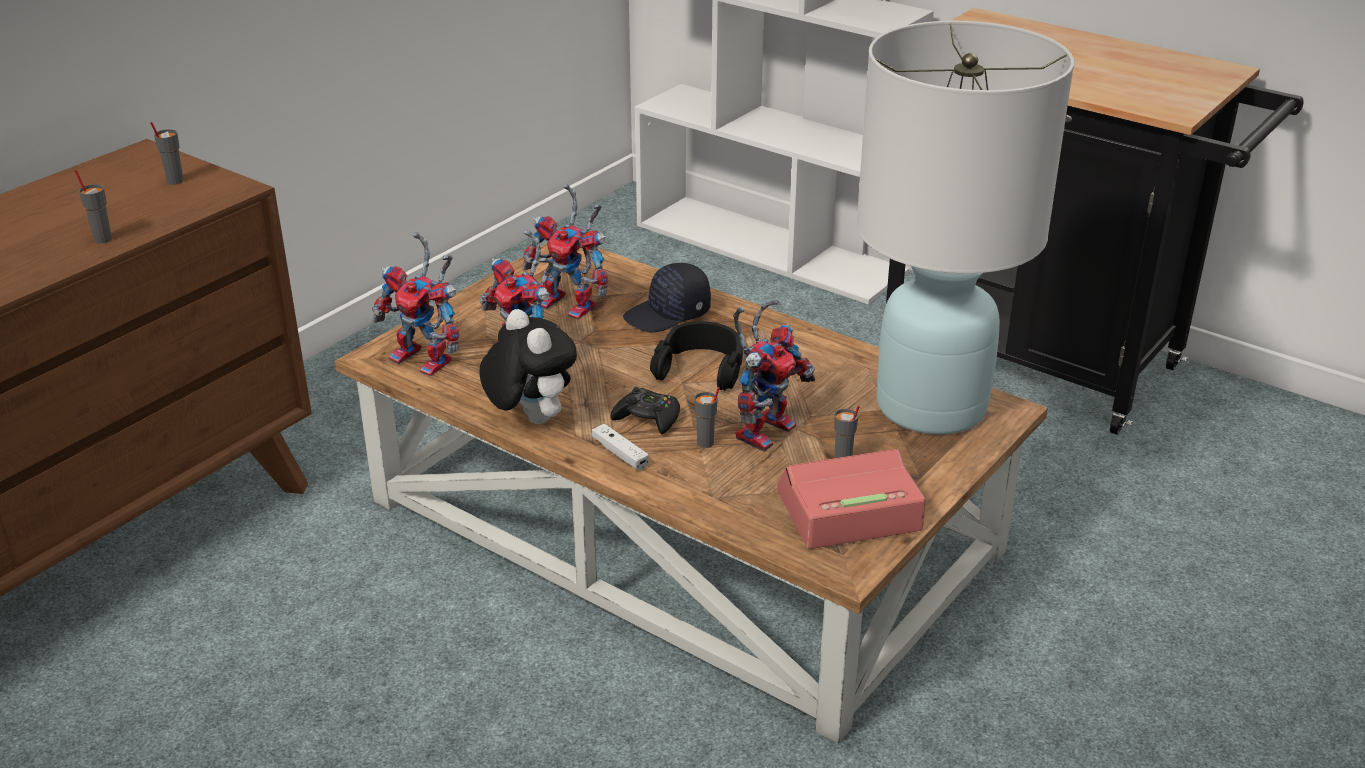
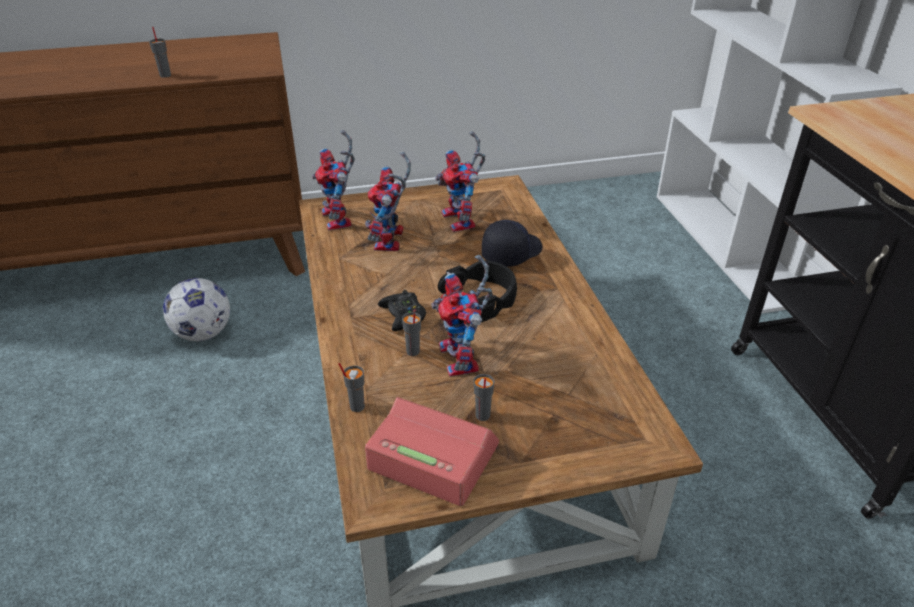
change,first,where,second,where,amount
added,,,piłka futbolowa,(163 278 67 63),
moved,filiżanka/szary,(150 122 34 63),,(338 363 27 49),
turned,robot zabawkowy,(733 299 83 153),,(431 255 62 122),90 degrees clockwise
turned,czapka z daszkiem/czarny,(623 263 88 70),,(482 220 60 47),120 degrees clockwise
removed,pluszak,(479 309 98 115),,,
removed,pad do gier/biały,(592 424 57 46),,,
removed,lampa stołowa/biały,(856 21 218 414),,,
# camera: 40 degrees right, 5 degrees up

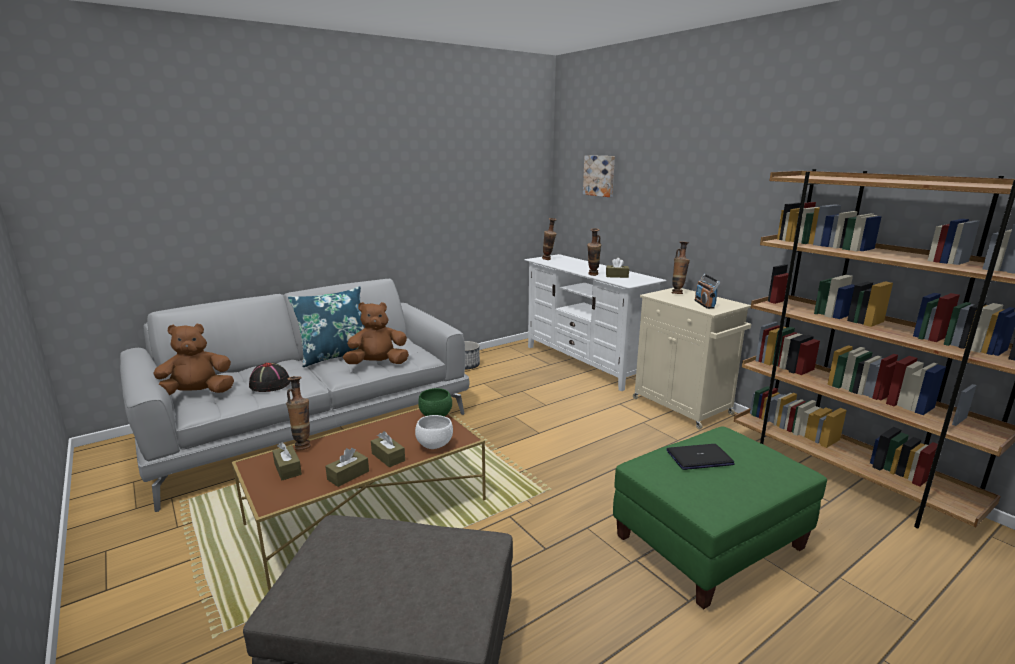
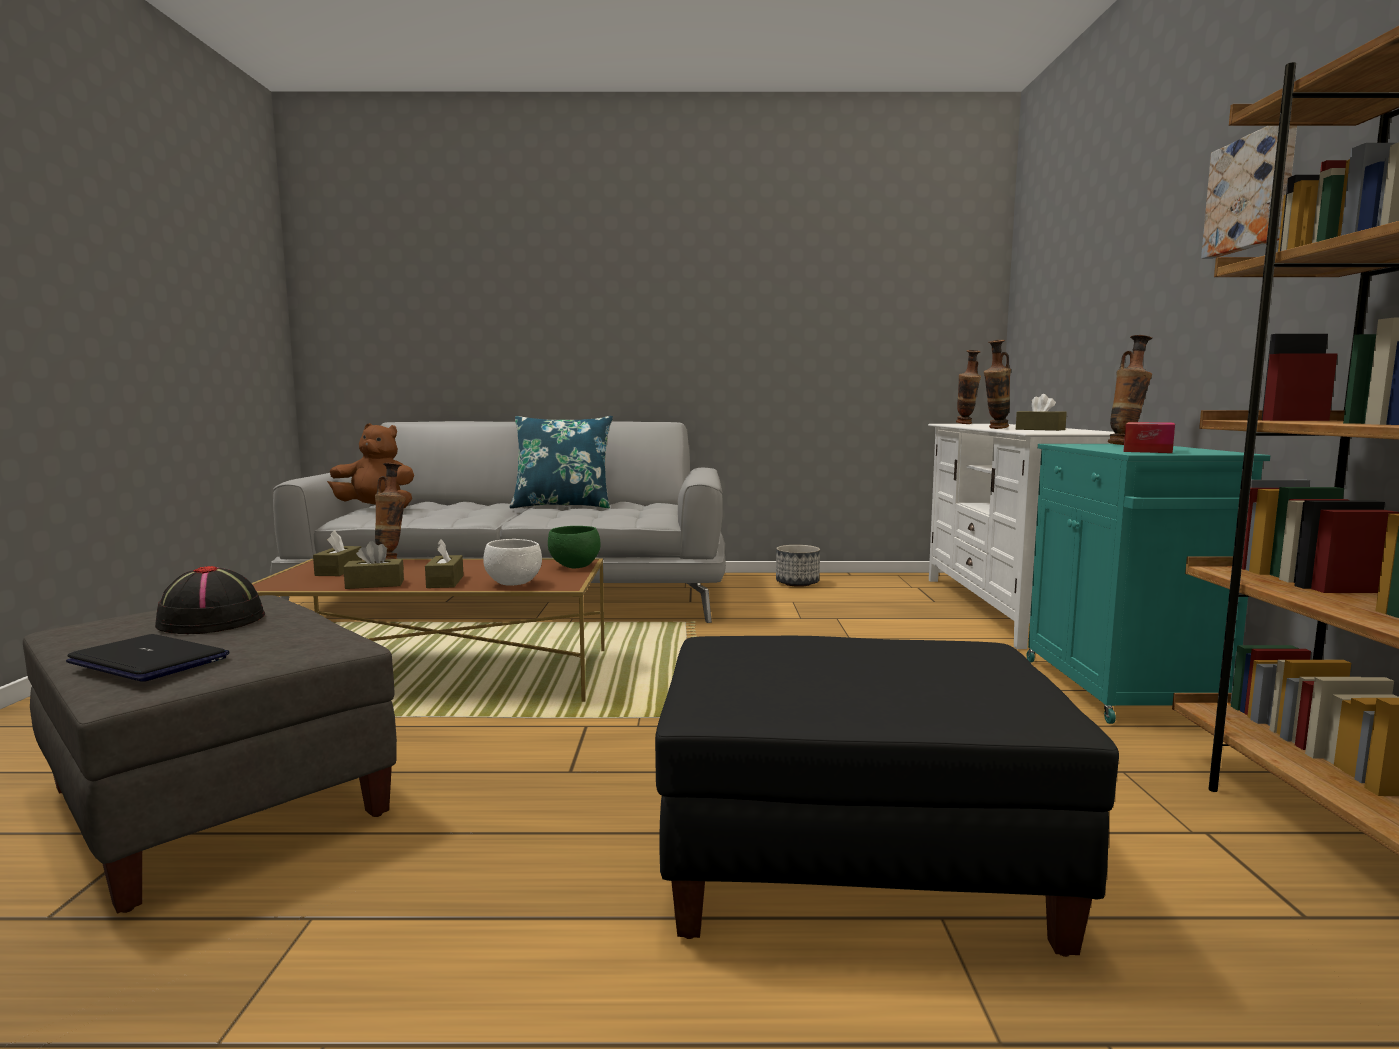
change,first,where,second,where,amount
moved,laptop,(667 444 68 26),,(66 634 163 48),
moved,kapelusz/czarny,(249 363 42 29),,(155 566 110 68),
recoloured,pufa/zielony,(613 426 214 183),pufa/czarny,(655 636 464 321),
recoloured,szafka/beżowy,(633 288 118 141),szafka/turkusowy,(1027 444 244 280),
replaced,radio,(694 274 27 35),pudełko chusteczek,(1123 422 52 31),
moved,obraz,(583 155 32 42),,(1201 126 96 133),
removed,pluszak/brązowy,(343 302 66 62),,,
# camera: 35 degrees right, 10 degrees down

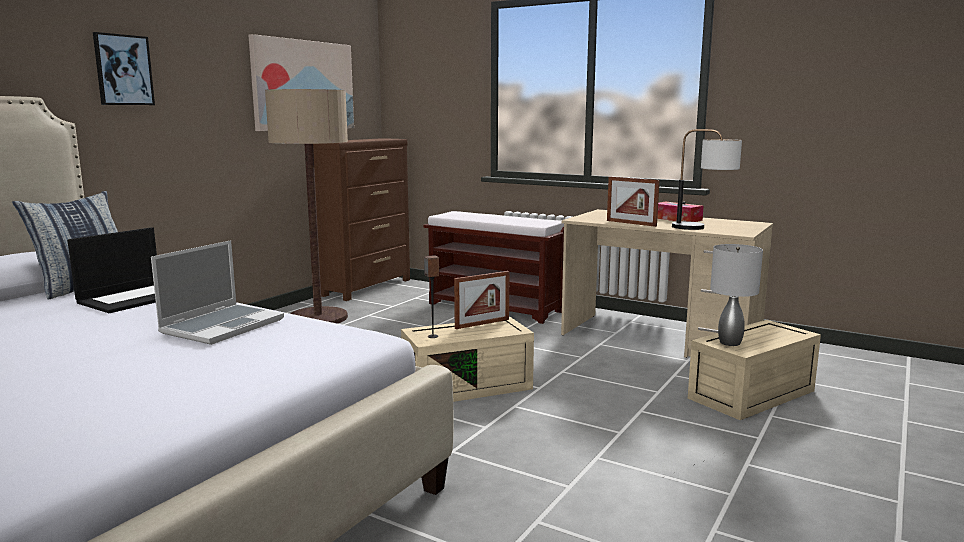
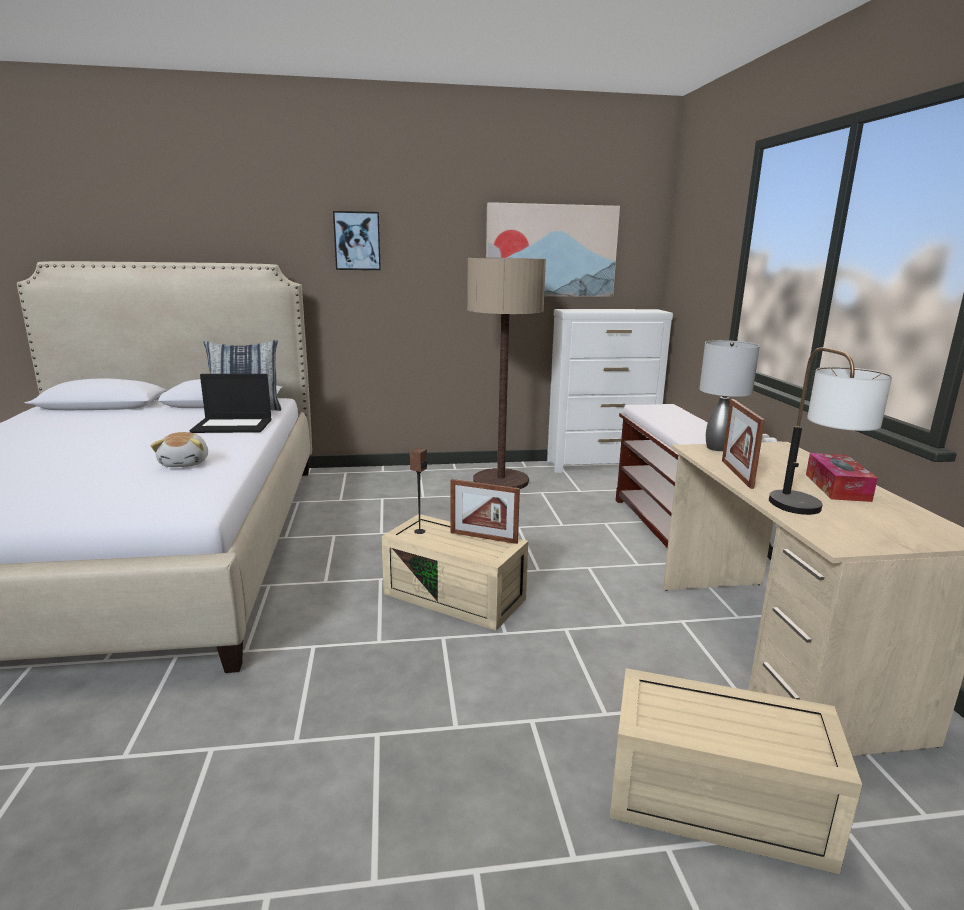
change,first,where,second,where,amount
replaced,laptop,(151 240 133 105),pluszak,(150 432 58 35),
recoloured,komoda/brązowy,(313 138 97 163),komoda/biały,(547 309 126 164),
moved,lampa stołowa/szary,(710 244 53 102),,(699 340 61 111),
# camera: 50 degrees right, 5 degrees up

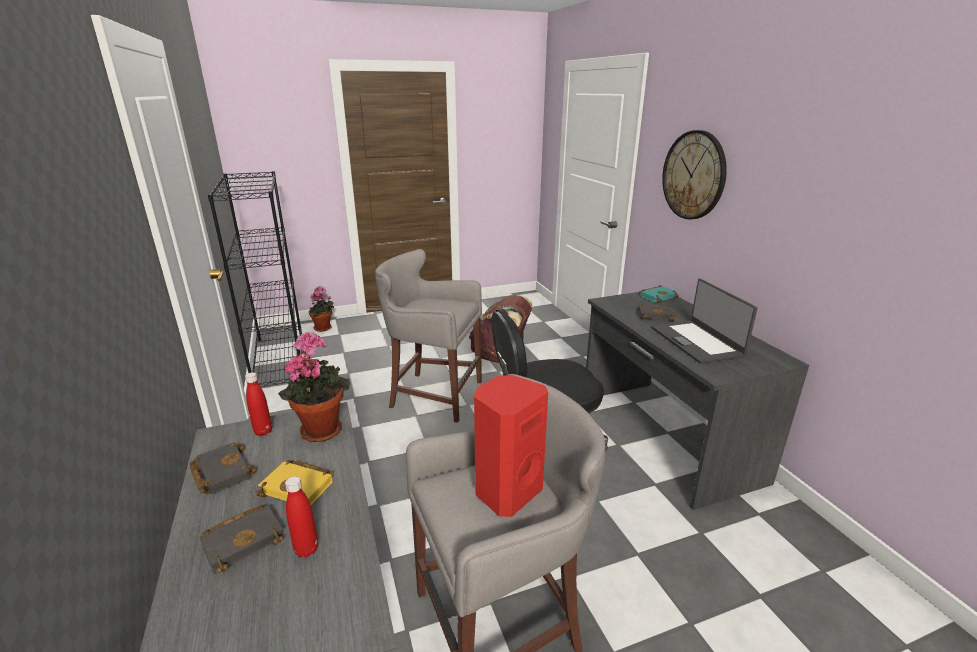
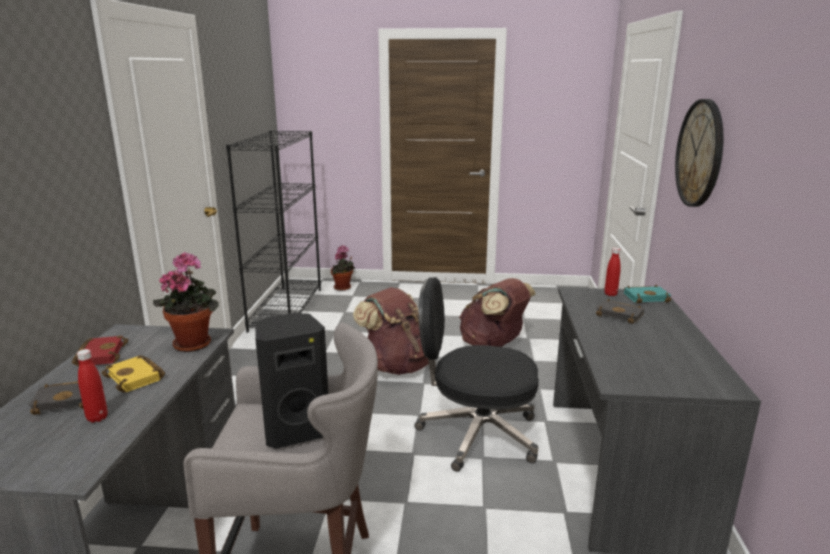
change,first,where,second,where,amount
recoloured,książka/czarny,(190 442 67 52),książka/czerwony,(72 335 56 31),
recoloured,głośnik/czerwony,(474 375 74 142),głośnik/czarny,(255 313 73 136),
replaced,stołek/szary,(375 249 107 174),plecak/brązowy,(353 287 76 88),
moved,butelka/czerwony,(245 372 27 64),,(604 248 17 48),
removed,laptop,(652 279 106 85),,,
# camera: 25 degrees right, 5 degrees down

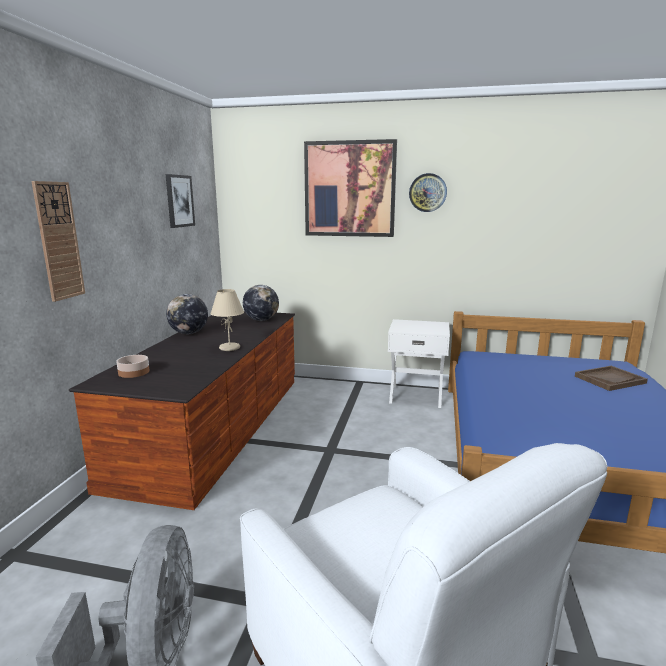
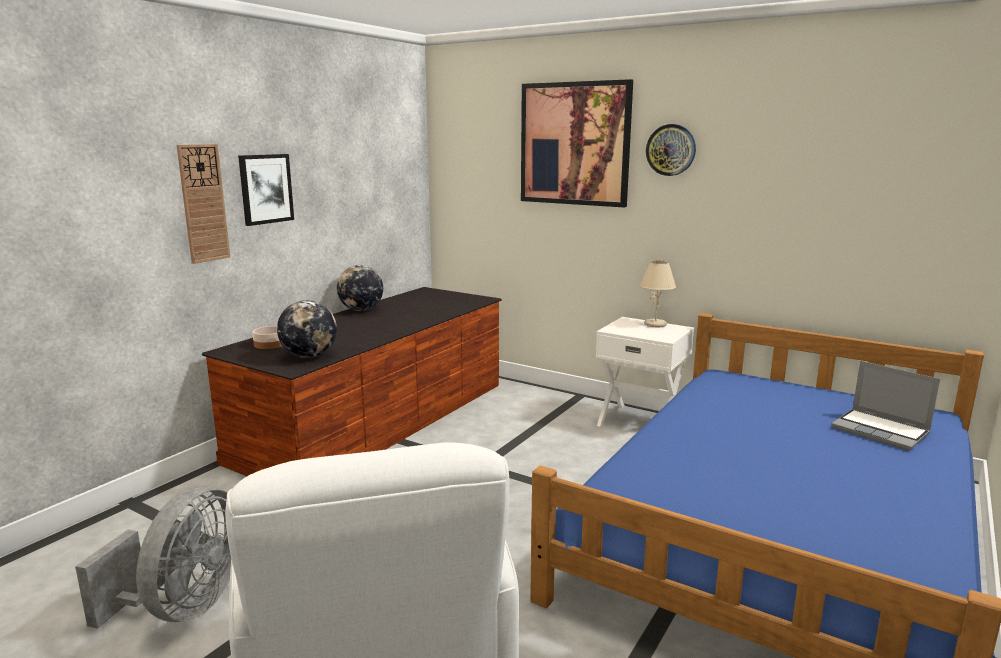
change,first,where,second,where,amount
moved,obraz,(166 174 29 54),,(238 154 56 72),
moved,globus,(243 285 36 36),,(277 300 60 58),
moved,lampa stołowa/beżowy,(210 289 34 62),,(640 260 36 67),
replaced,taca/brązowy,(575 366 73 25),laptop,(831 361 109 90),
# camera: 20 degrees right, 0 degrees up

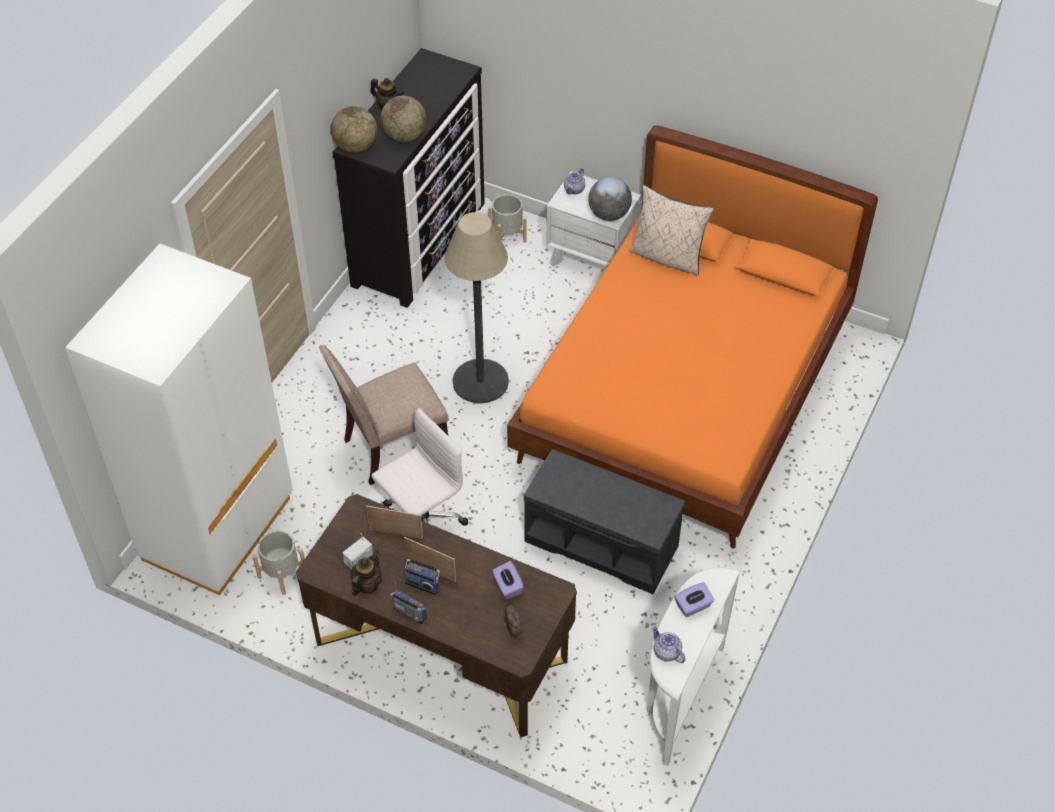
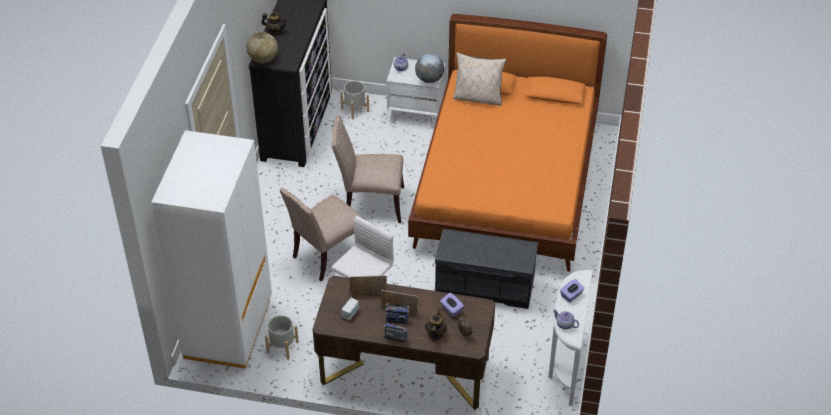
change,first,where,second,where,amount
replaced,lampa stojąca,(444 212 65 191),krzesło/beżowy,(332 115 72 108),
moved,imbryk,(351 550 31 46),,(425 309 22 32),
removed,globus,(380 96 46 46),,,
# camera: 15 degrees left, 5 degrees down

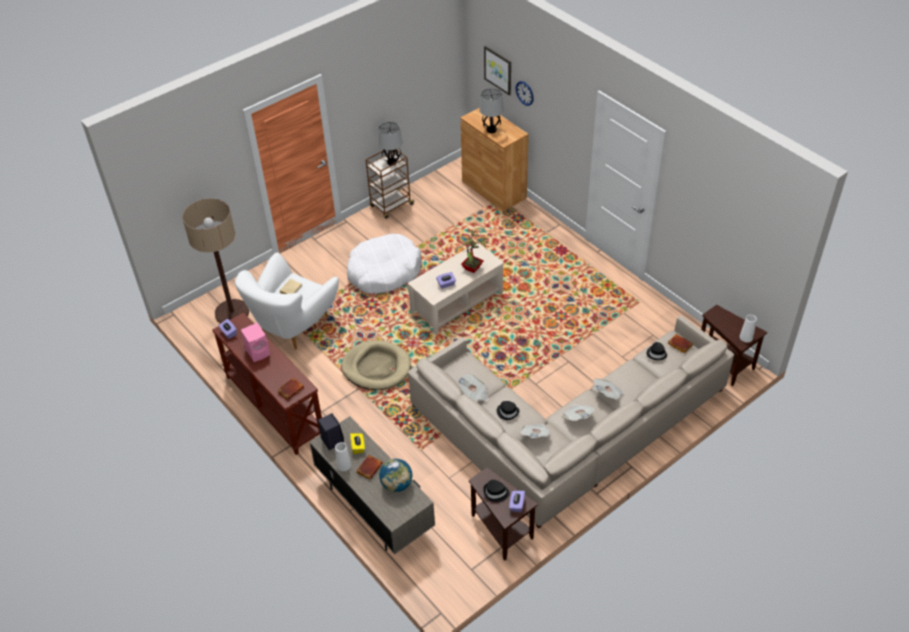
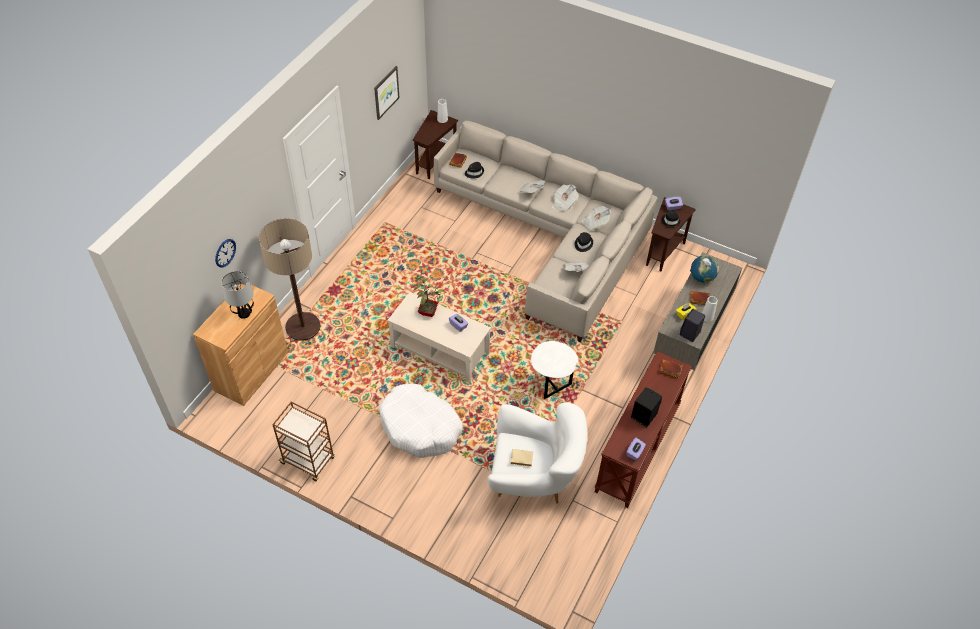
change,first,where,second,where,amount
moved,lampa stojąca,(182 198 67 125),,(259 218 62 123),
moved,obraz,(484 45 27 51),,(374 66 26 54),
replaced,legowisko/beżowy,(341 340 70 50),stolik/biały,(531 341 48 58),
recoloured,głośnik/różowy,(241 323 29 39),głośnik/czarny,(631 387 31 40),
removed,lampa stołowa,(379 122 23 43),,,
# camera: 115 degrees left, 5 degrees up

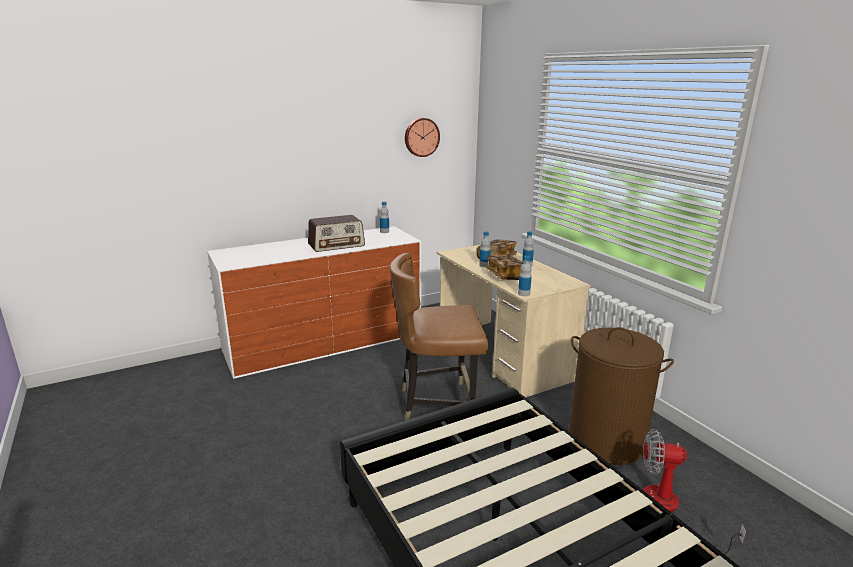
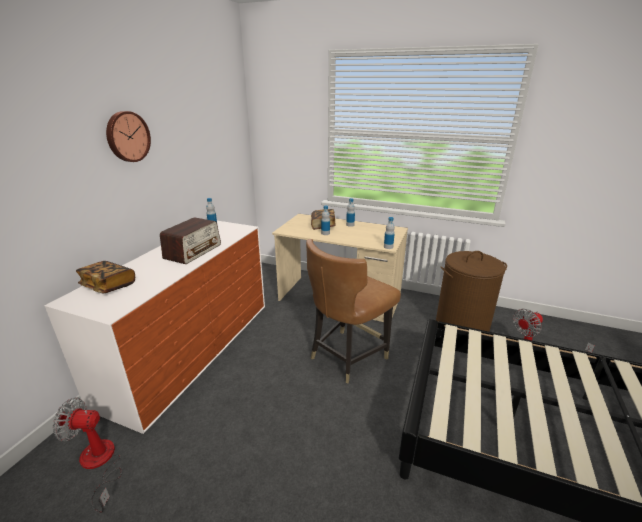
change,first,where,second,where,amount
added,,,wentylator,(53 397 69 116),
moved,książka,(486 255 37 25),,(76 261 59 33),
moved,zegar ścienny,(405 118 35 39),,(106 111 45 51),
# camera: 40 degrees left, 5 degrees up

